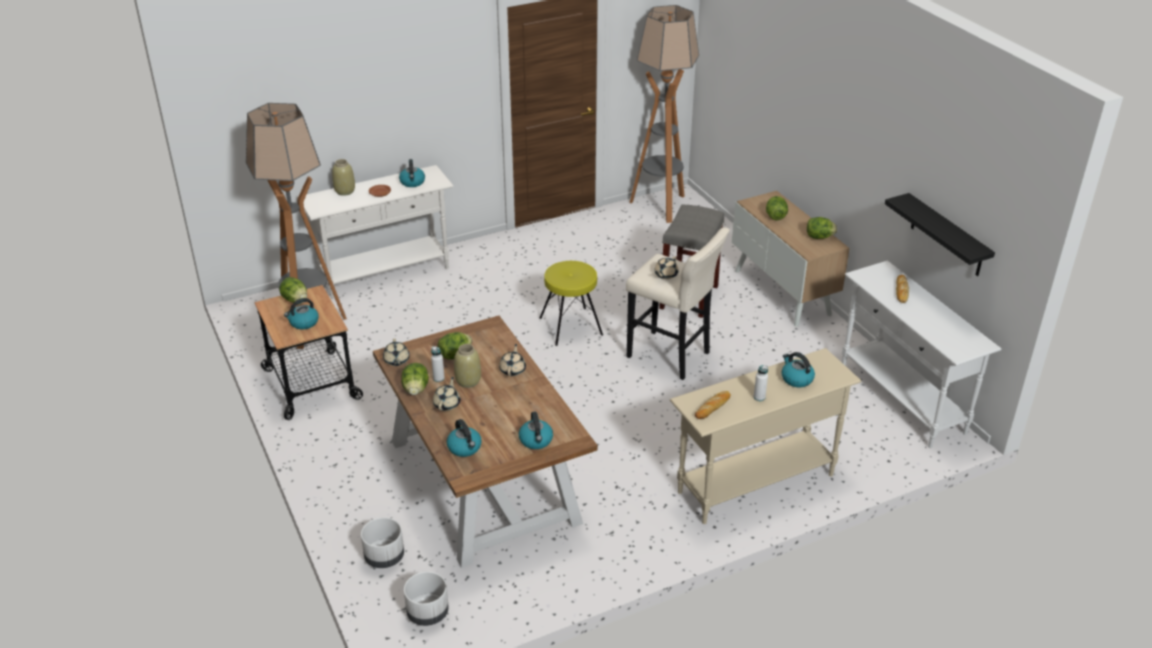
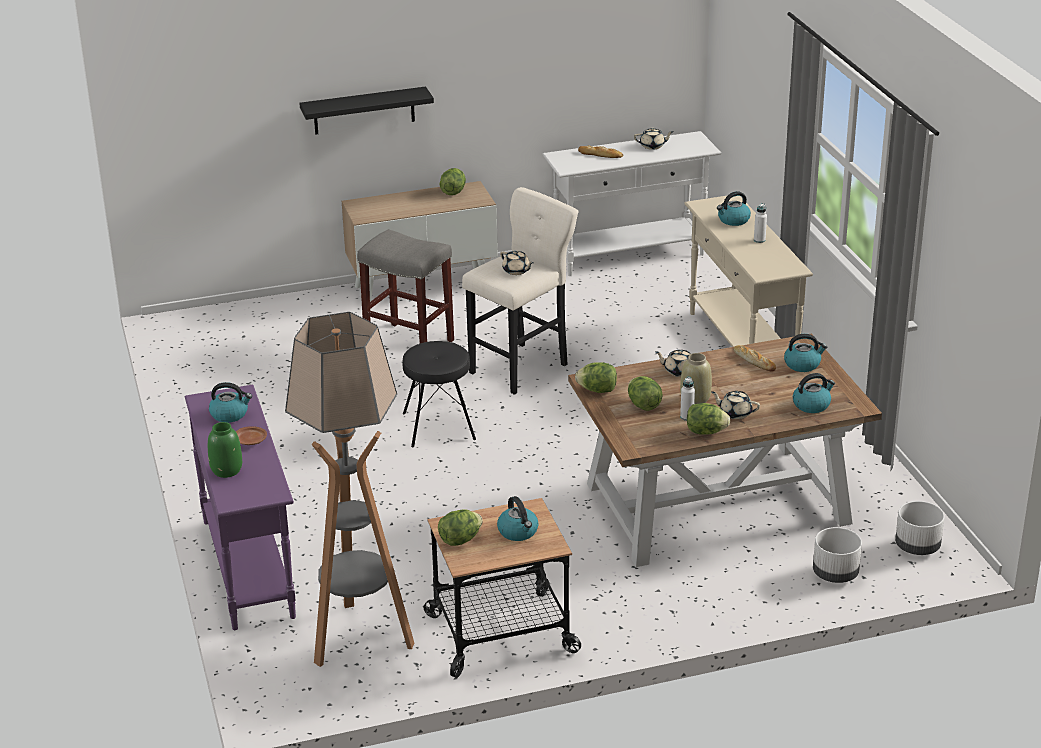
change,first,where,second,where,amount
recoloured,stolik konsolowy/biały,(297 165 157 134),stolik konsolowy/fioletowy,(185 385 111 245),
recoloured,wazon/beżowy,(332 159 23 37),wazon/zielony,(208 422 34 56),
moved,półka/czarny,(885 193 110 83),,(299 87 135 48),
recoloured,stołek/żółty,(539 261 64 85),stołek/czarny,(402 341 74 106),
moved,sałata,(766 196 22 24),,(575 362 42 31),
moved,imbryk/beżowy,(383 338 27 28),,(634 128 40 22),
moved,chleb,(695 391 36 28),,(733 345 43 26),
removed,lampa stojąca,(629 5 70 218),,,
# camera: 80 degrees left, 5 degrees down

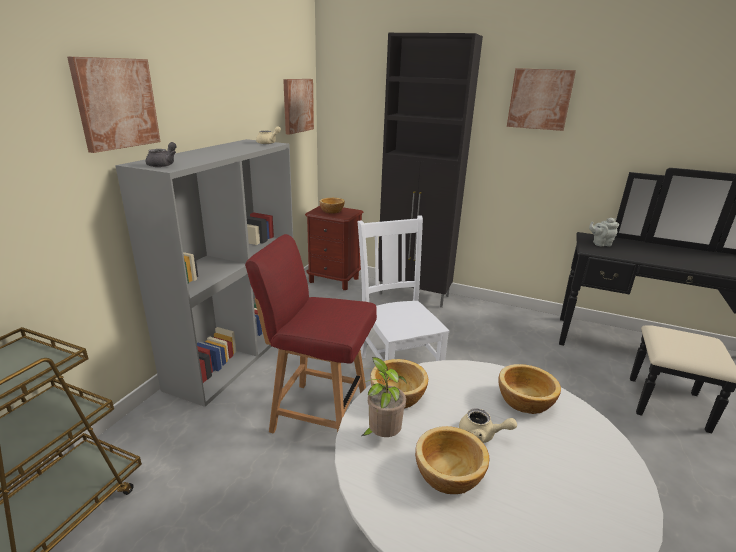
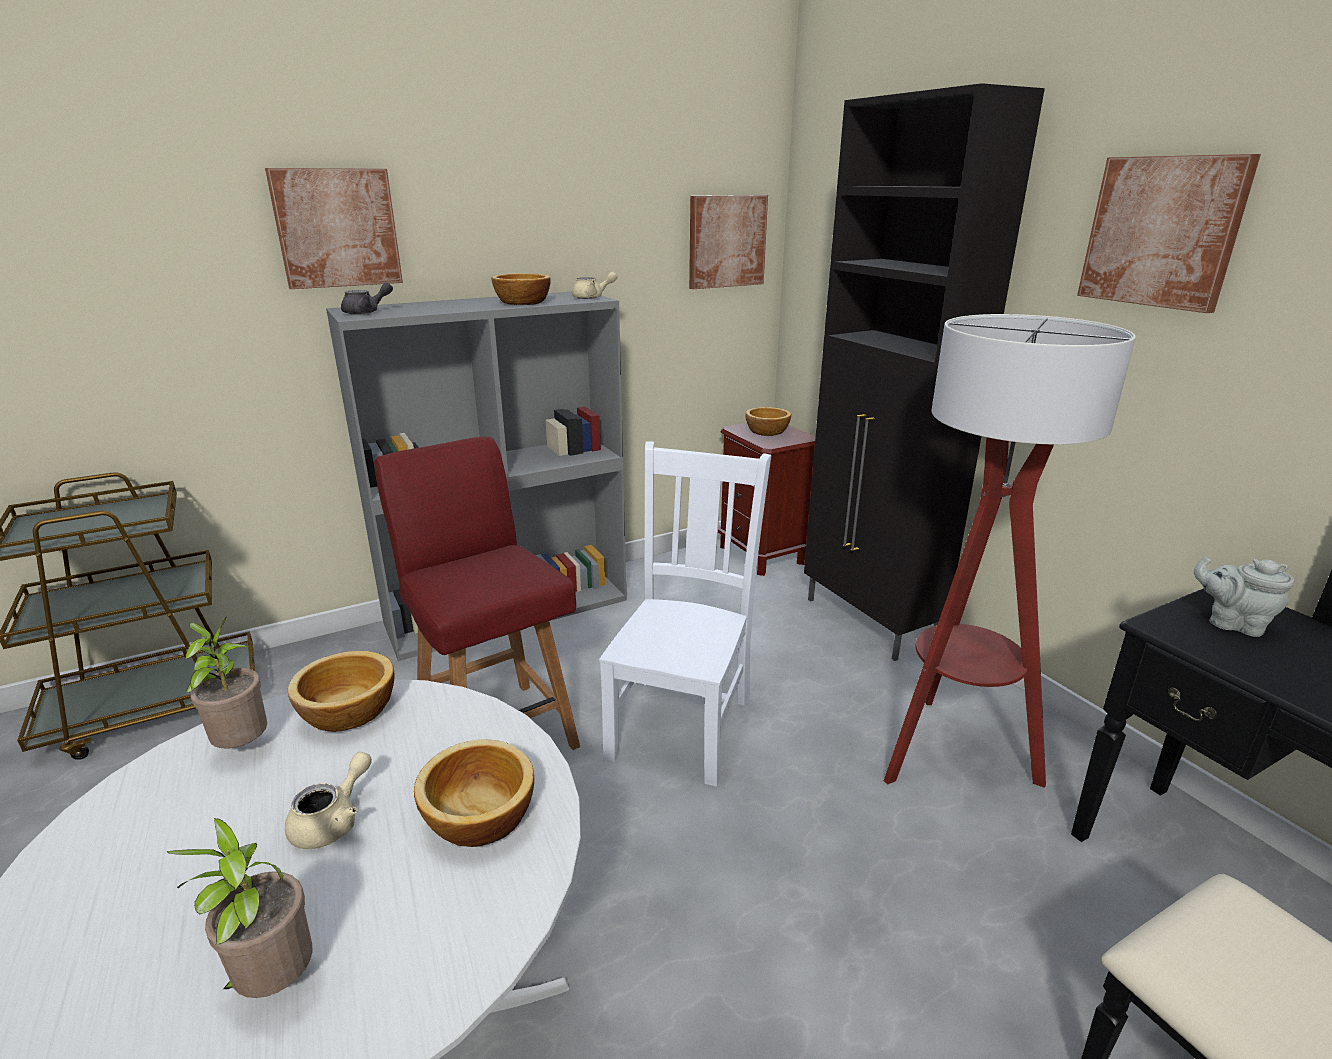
change,first,where,second,where,amount
added,,,roślina doniczkowa,(167 818 146 180),
turned,imbryk/beżowy,(459 408 58 35),,(285 752 87 97),120 degrees counterclockwise
moved,miska,(415 426 74 68),,(492 273 59 32),
added,,,lampa stojąca,(884 314 252 474),
# camera: 40 degrees right, 0 degrees up

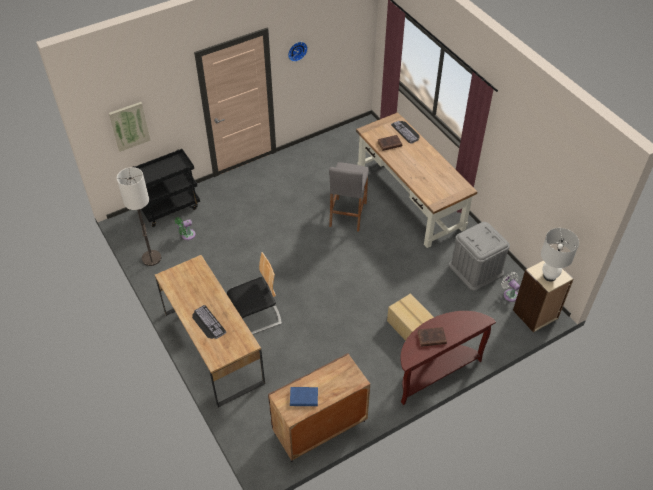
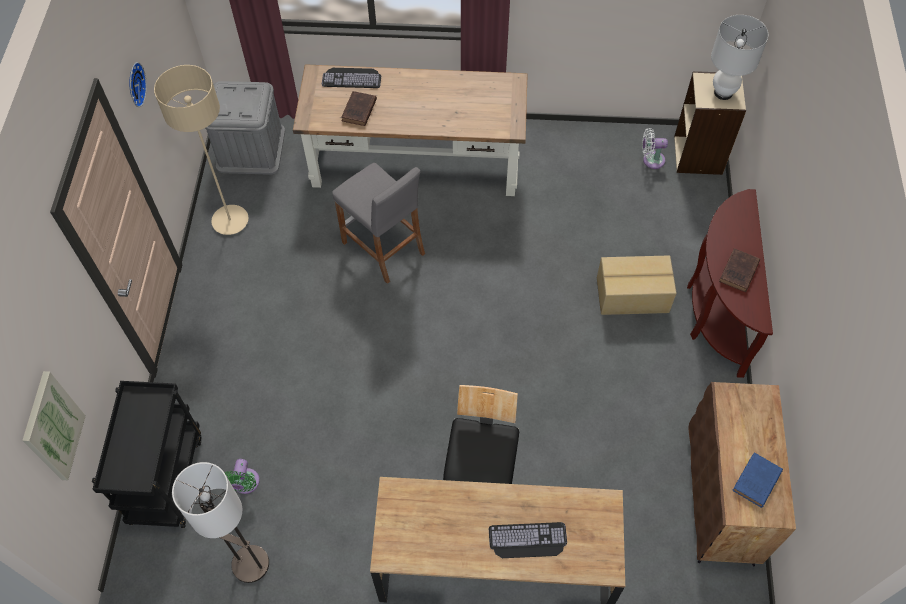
change,first,where,second,where,amount
added,,,lampa stojąca/beżowy,(154 65 94 170),
moved,pojemnik do przechowywania/szary,(449 222 61 69),,(205 81 80 94),
# camera: 55 degrees left, 10 degrees up

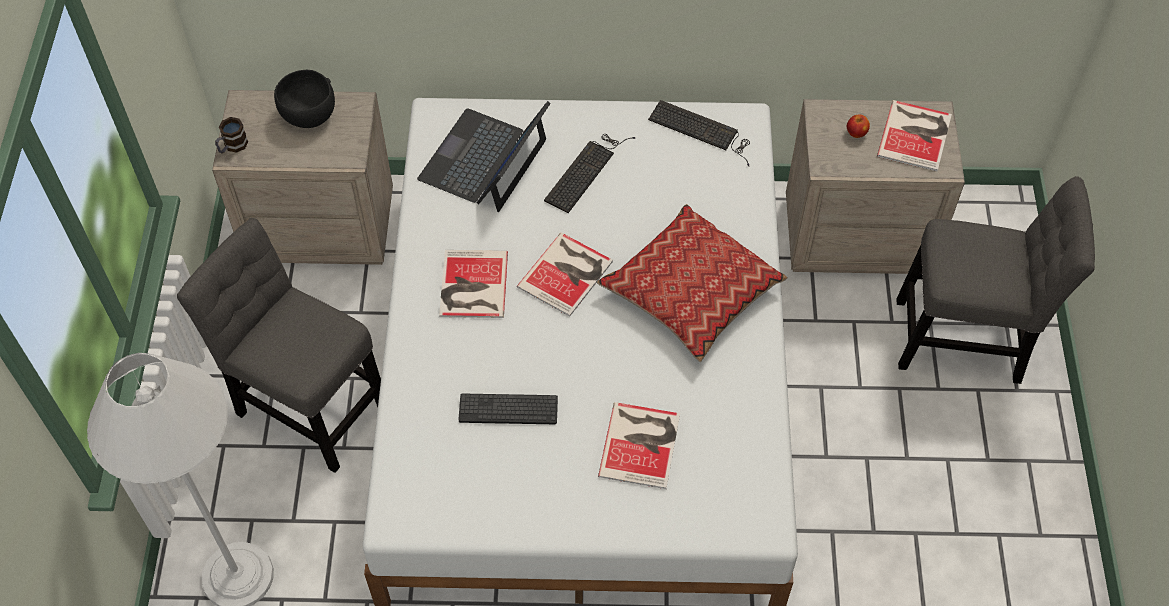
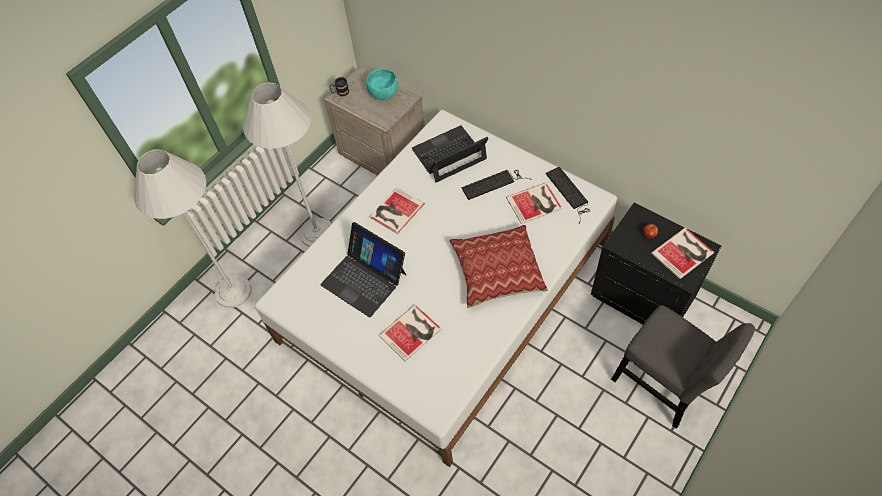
change,first,where,second,where,amount
replaced,krzesło/szary,(177 218 204 255),lampa stojąca/biały,(243 82 89 165),
replaced,klawiatura,(459 394 99 30),laptop,(321 222 85 95),
recoloured,miska/czarny,(274 70 61 58),miska/turkusowy,(366 69 32 31),
moved,książka,(517 233 96 84),,(506 183 56 41),
recoloured,szafka nocna/beżowy,(786 99 179 175),szafka nocna/czarny,(591 203 130 122),
# camera: 40 degrees right, 0 degrees up

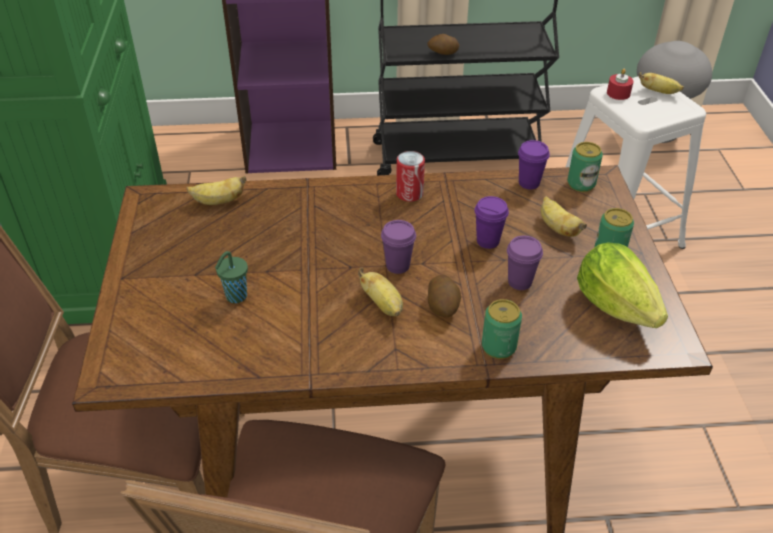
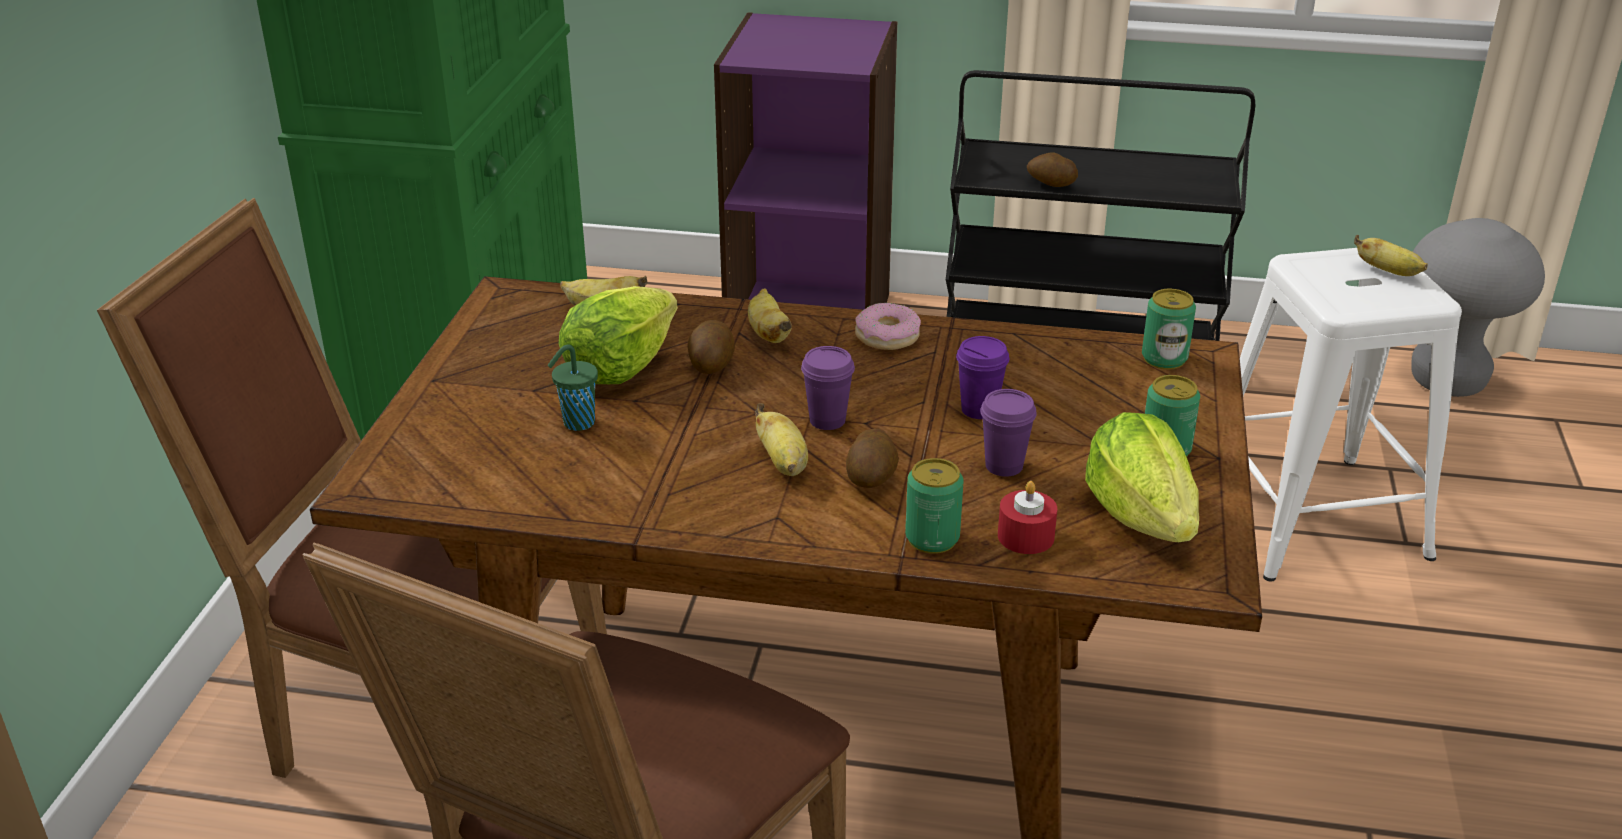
change,first,where,second,where,amount
added,,,sałata,(559 286 119 98),
added,,,ziemniak,(687 320 48 54),
moved,banan,(541 196 46 41),,(748 288 44 55),
replaced,puszka,(396 151 29 51),donut,(855 303 66 47),
moved,świeca/czerwony,(607 69 27 31),,(998 481 59 73),
removed,filiżanka/fioletowy,(518 140 32 49),,,
# camera: 15 degrees right, 10 degrees down

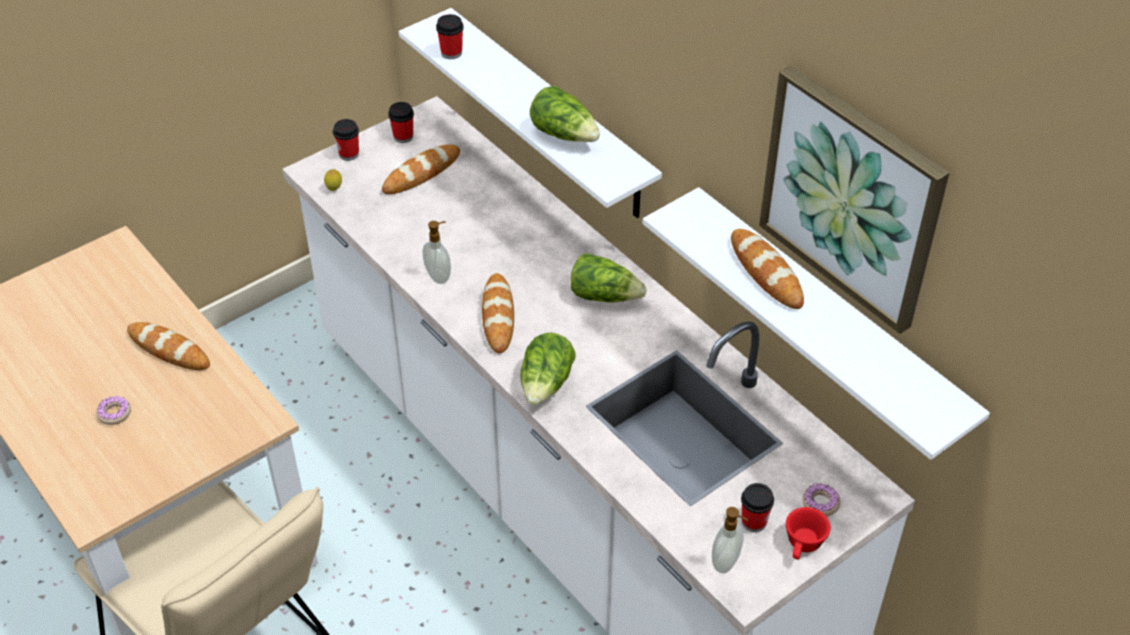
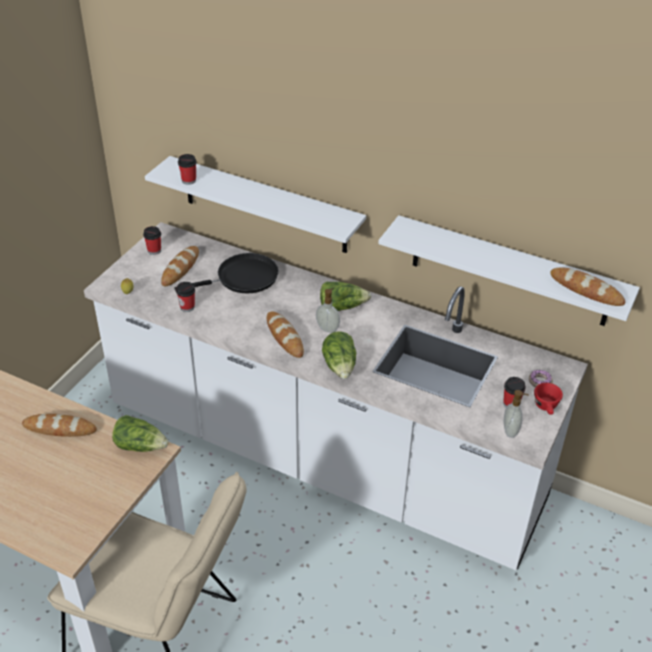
change,first,where,second,where,amount
moved,sałata,(530 86 70 56),,(112 415 56 37),
added,,,patelnia/czarny,(175 253 104 40),
moved,filiżanka,(333 119 26 42),,(176 282 19 30),
moved,dozownik mydła,(422 221 29 63),,(316 288 24 45),
moved,chleb,(731 229 73 80),,(550 268 75 38),
removed,donut,(96 396 35 29),,,
removed,obraz,(759 66 191 268),,,
# camera: 25 degrees left, 5 degrees down

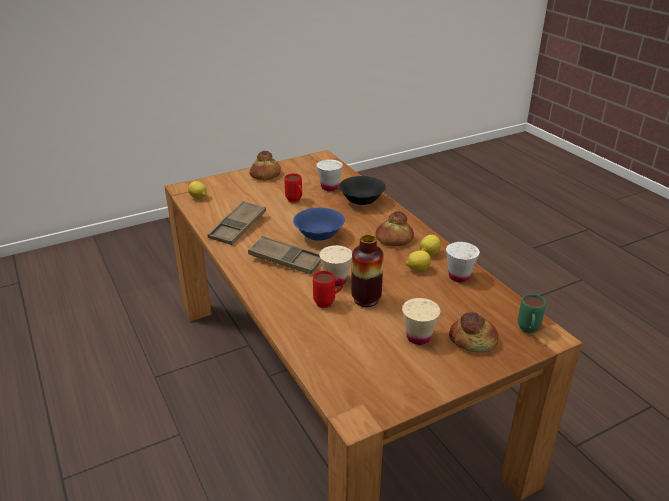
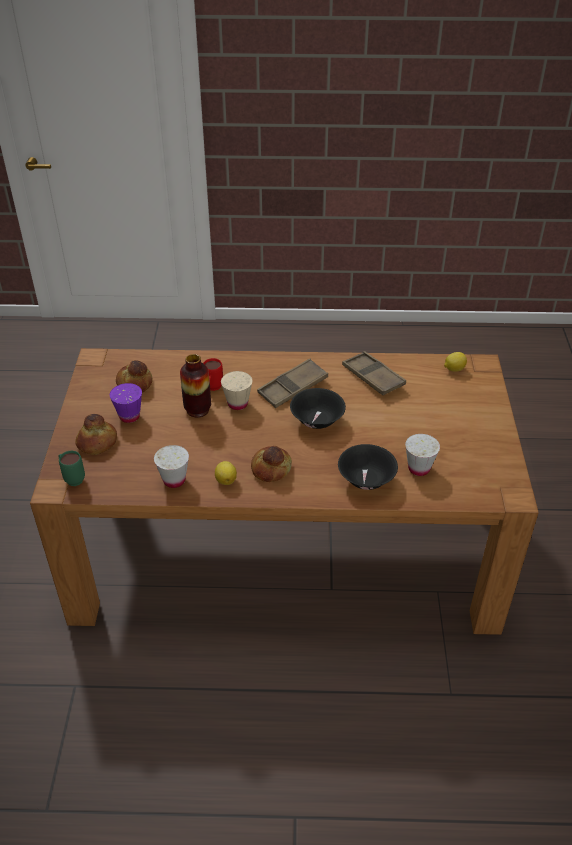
change,first,where,second,where,amount
recoloured,filiżanka/beżowy,(402 298 38 47),filiżanka/fioletowy,(110 383 32 40),
moved,chleb,(249 151 32 29),,(116 360 37 33),
recoloured,miska/niebieski,(293 208 52 33),miska/czarny,(290 388 56 41),
removed,kubek/czerwony,(284 173 18 30),,,
removed,cytryna,(406 251 25 20),,,
# camera: 120 degrees right, 10 degrees up

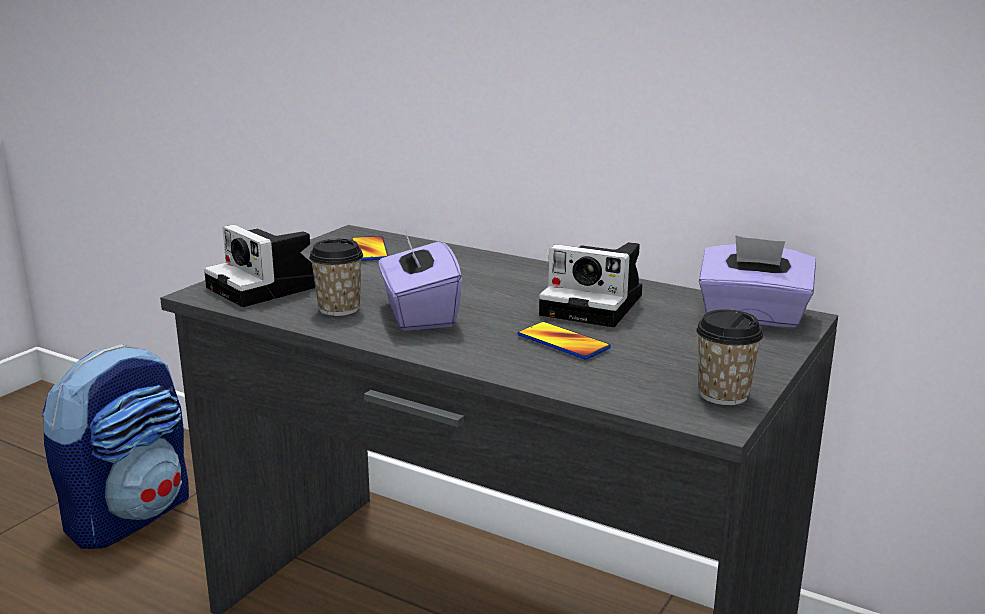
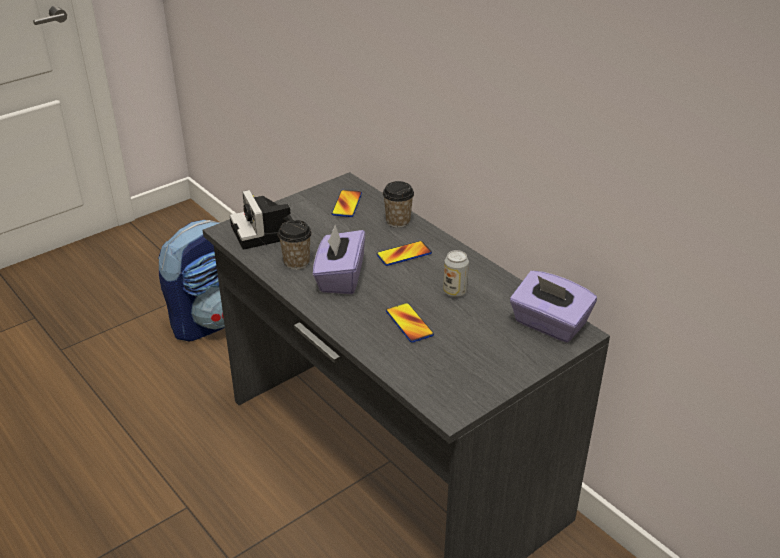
change,first,where,second,where,amount
added,,,telefon,(376 241 56 25),
moved,filiżanka,(696 309 67 96),,(383 181 31 47),
replaced,aparat fotograficzny,(539 242 103 85),puszka,(443 250 26 47),
# camera: 20 degrees right, 15 degrees up

